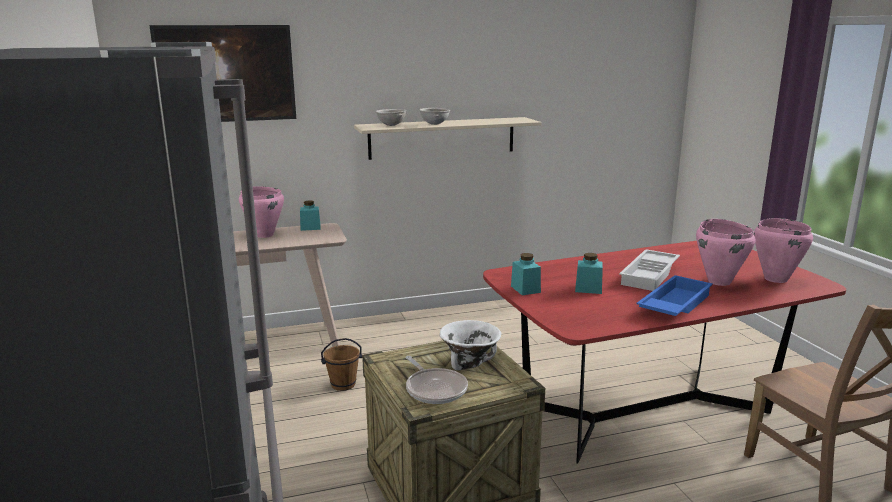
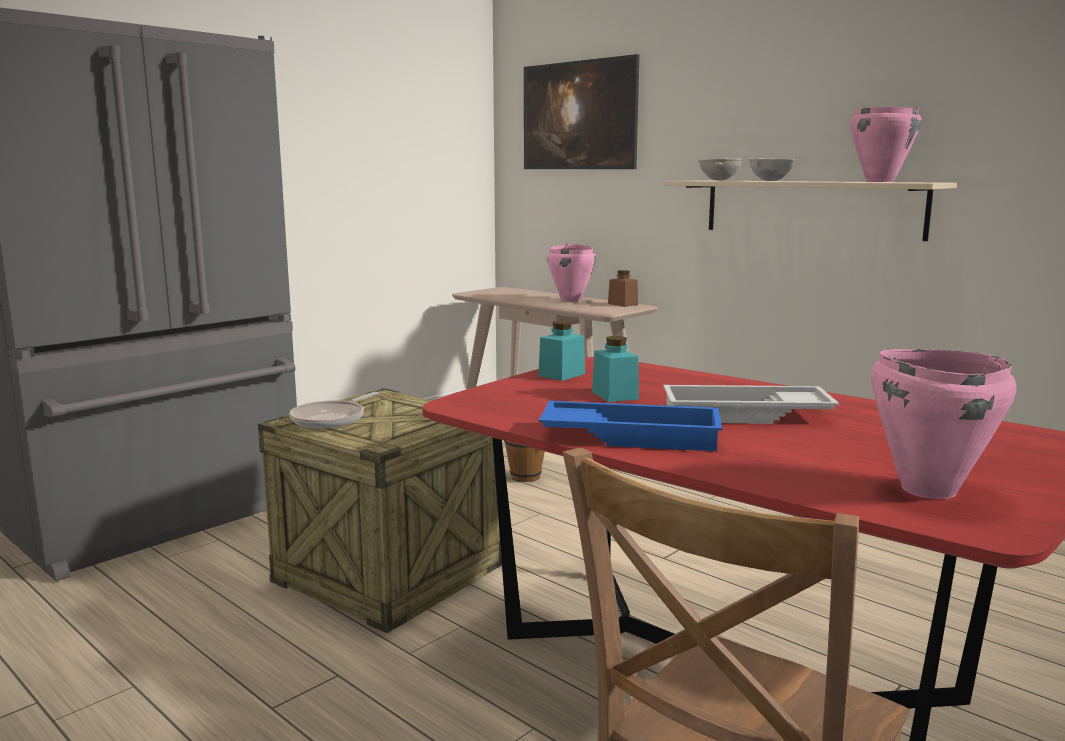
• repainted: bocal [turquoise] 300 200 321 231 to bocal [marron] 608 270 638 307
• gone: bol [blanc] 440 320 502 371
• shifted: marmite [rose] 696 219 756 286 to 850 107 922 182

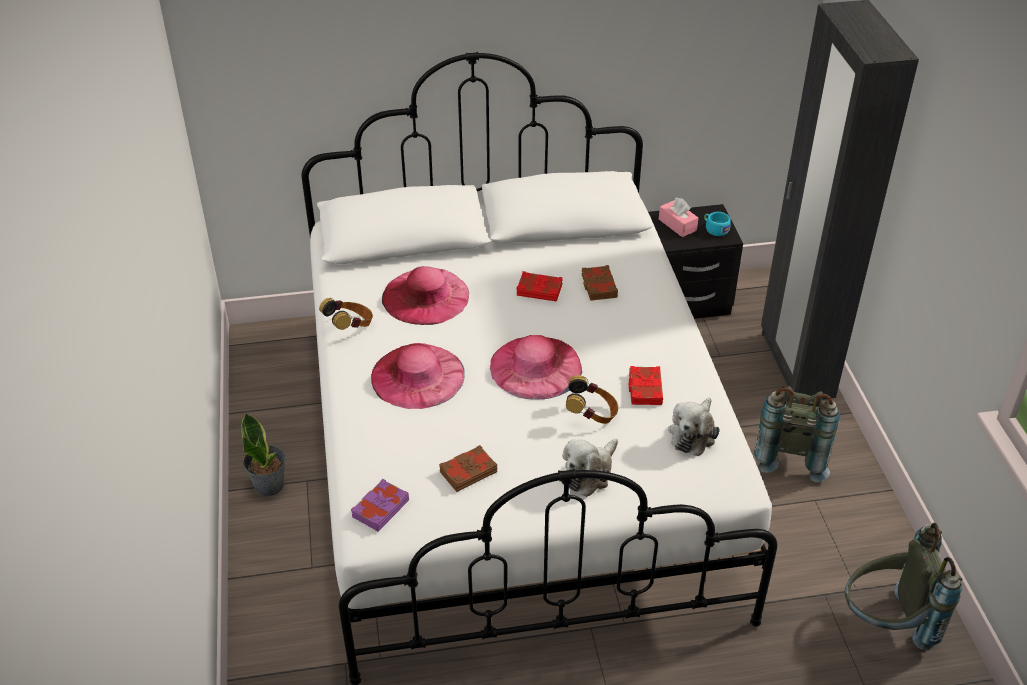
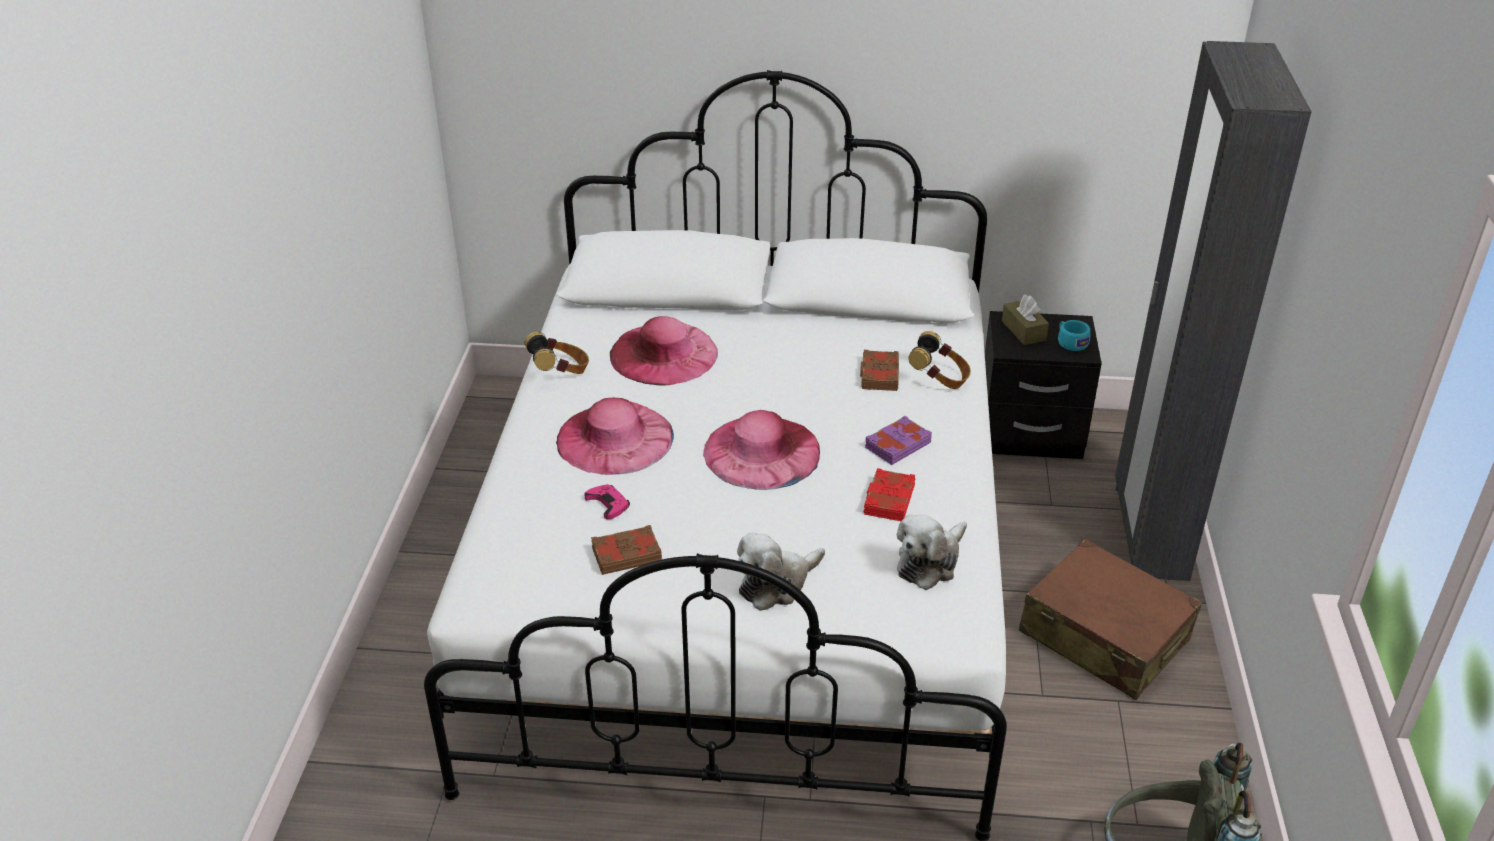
• gone: plante en pot 241 413 286 496
• shifted: livre [violet] 351 479 409 531 to 865 416 932 465
• gone: livre [rouge] 517 271 563 302
• shifted: casque audio 566 375 618 424 to 908 331 971 389
• repainted: boîte à mouchoirs [rose] 659 198 699 237 to boîte à mouchoirs [marron] 1002 295 1049 345
• swapped: sac à dos [gris] 754 386 840 482 to valise [marron] 1019 539 1202 700
• new: manette [rose] 584 484 630 520

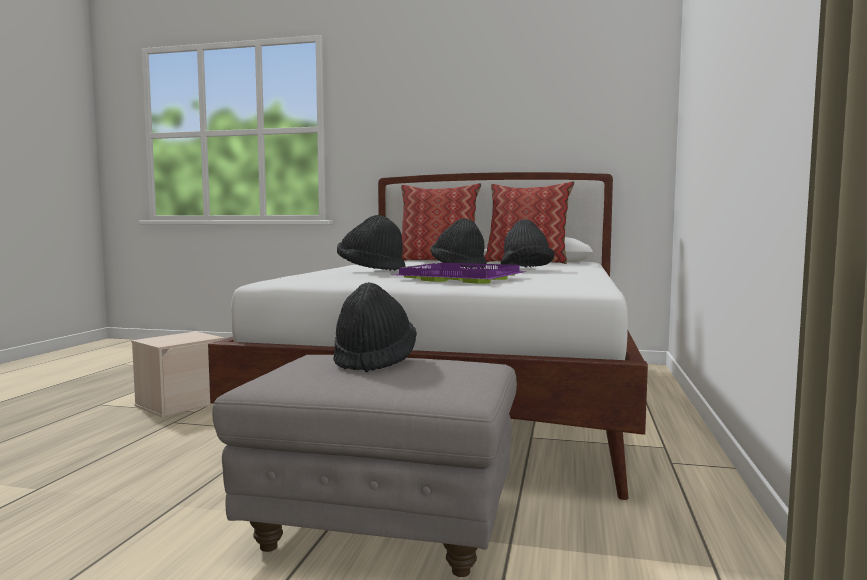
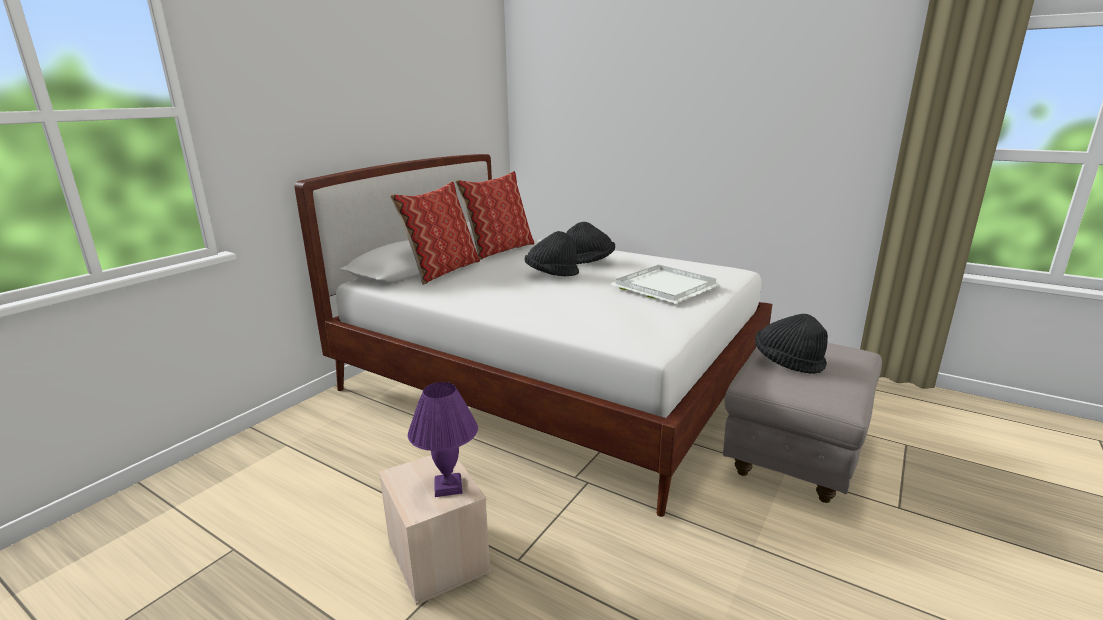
• gone: chapeau [noir] 337 215 405 271
• repainted: plateau [violet] 394 263 527 284 to plateau [blanc] 610 265 722 304
• new: lampe de table [violet] 408 382 478 497

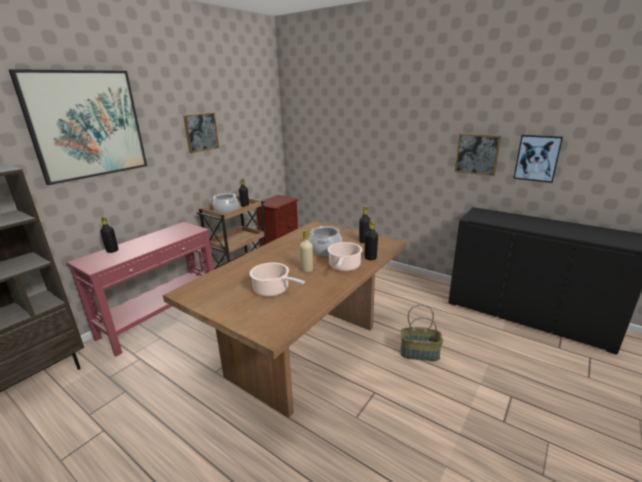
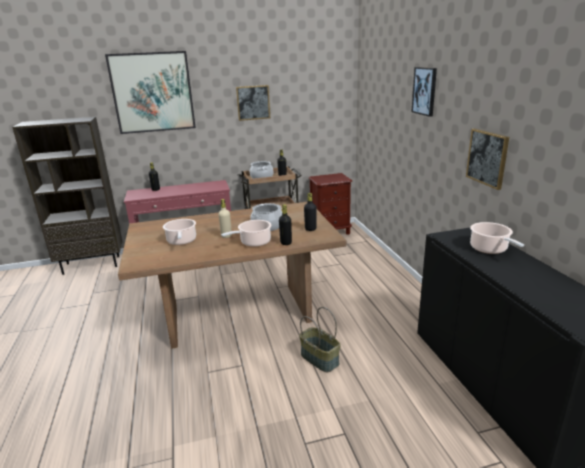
• shifted: tableau 513 135 563 183 to 411 67 437 117
• new: marmite 470 222 524 254

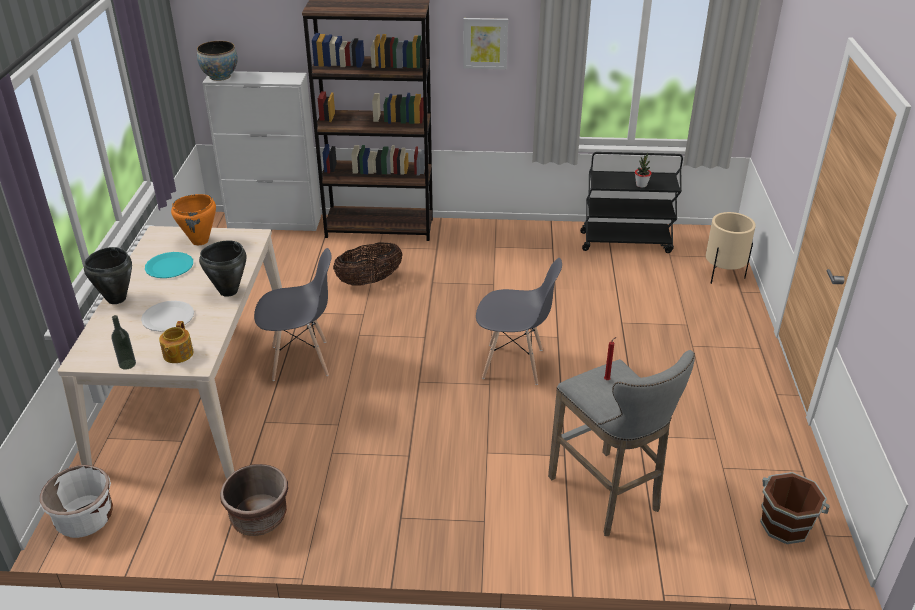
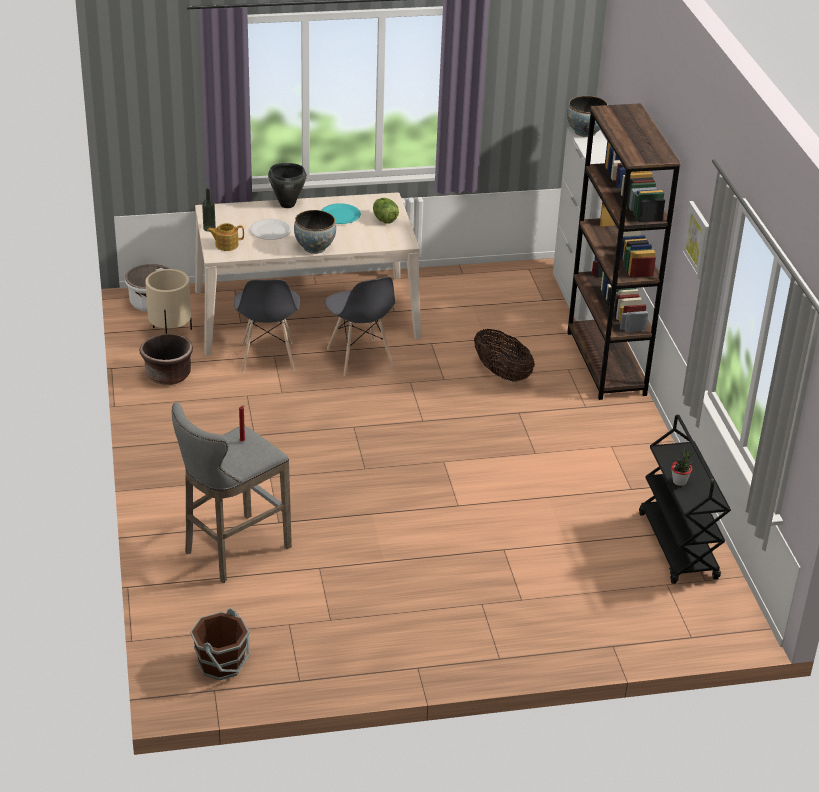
• swapped: marmite [orange] 171 194 216 245 to laitue 373 198 399 224
• swapped: marmite [noir] 199 240 246 297 to bol 294 210 336 254
• shifted: chaise [gris] 476 258 562 385 to 234 279 300 372
• shifted: cache-pot [beige] 706 212 756 284 to 145 269 192 334

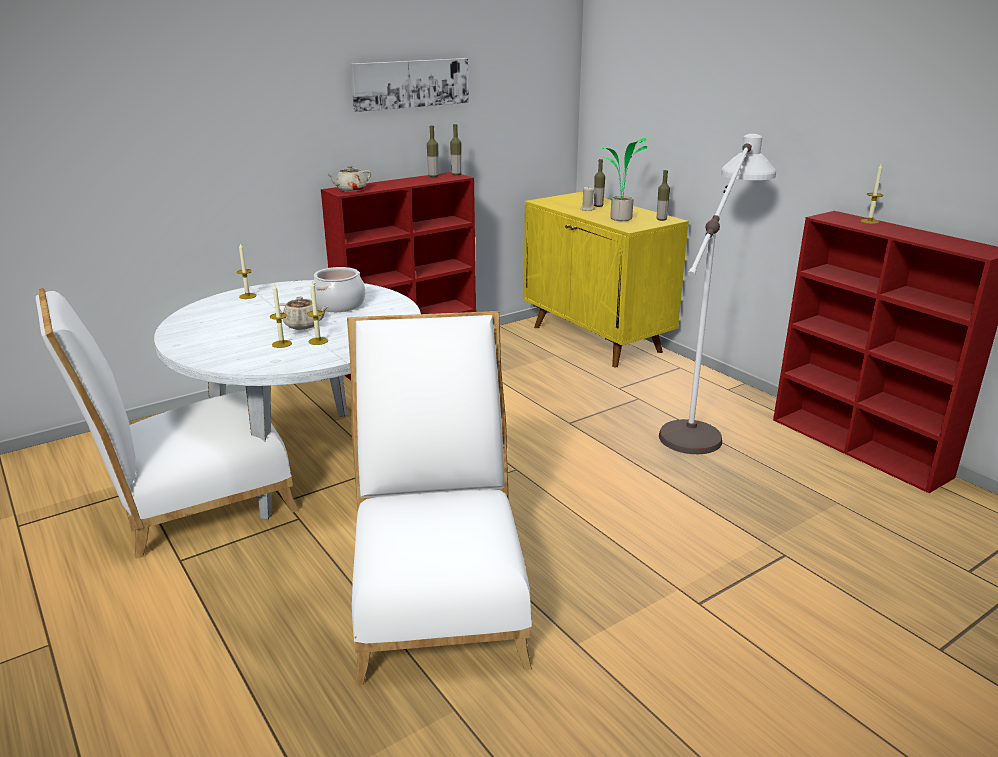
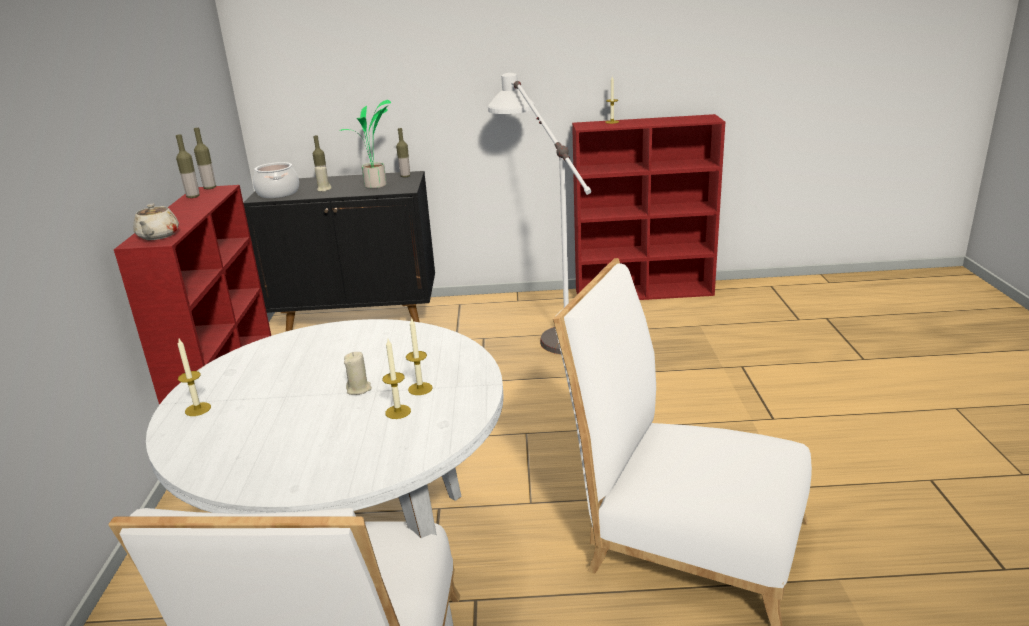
• swapped: théière [beige] 279 297 329 330 to bougie [beige] 344 352 372 395
• shifted: marmite 311 267 366 312 to 253 162 299 198
• gone: tableau 350 58 469 112
• repainted: meuble de rangement [jaune] 524 192 689 367 to meuble de rangement [noir] 243 171 435 331

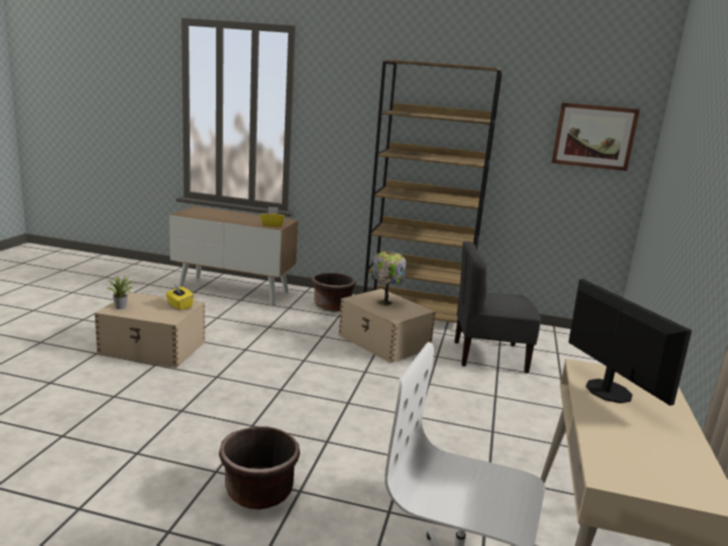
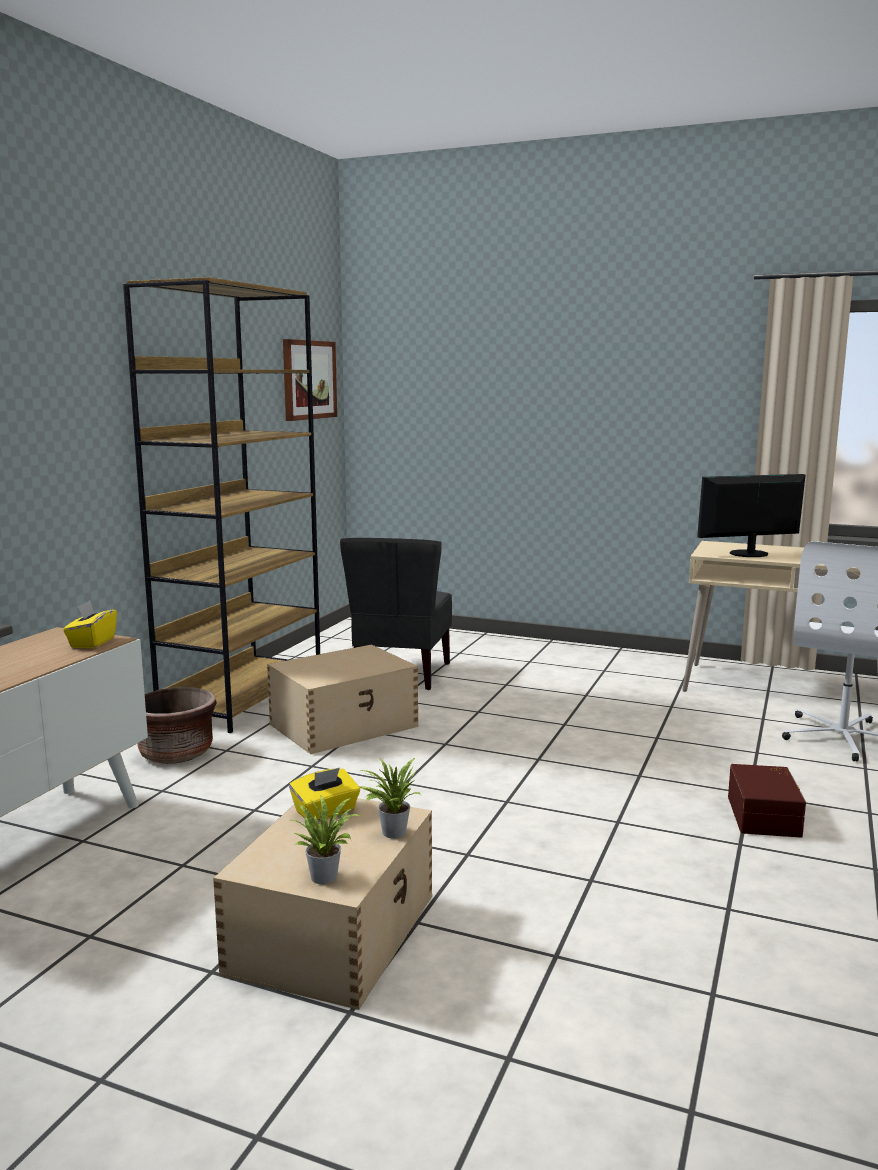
• swapped: cache-pot [marron] 219 427 300 509 to boîte de rangement [marron] 728 764 806 838
• gone: lampe de table 371 252 406 306
• new: plante en pot 359 758 422 838

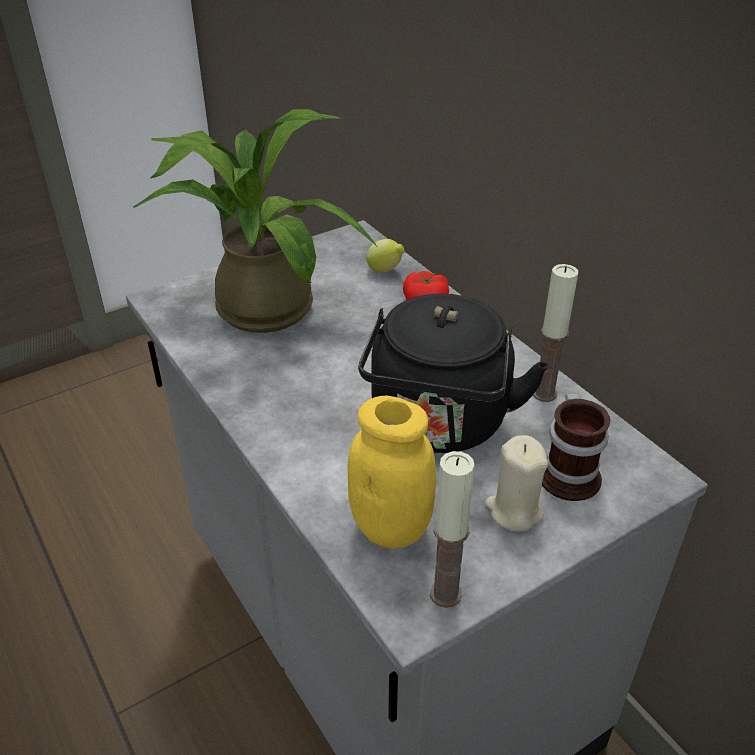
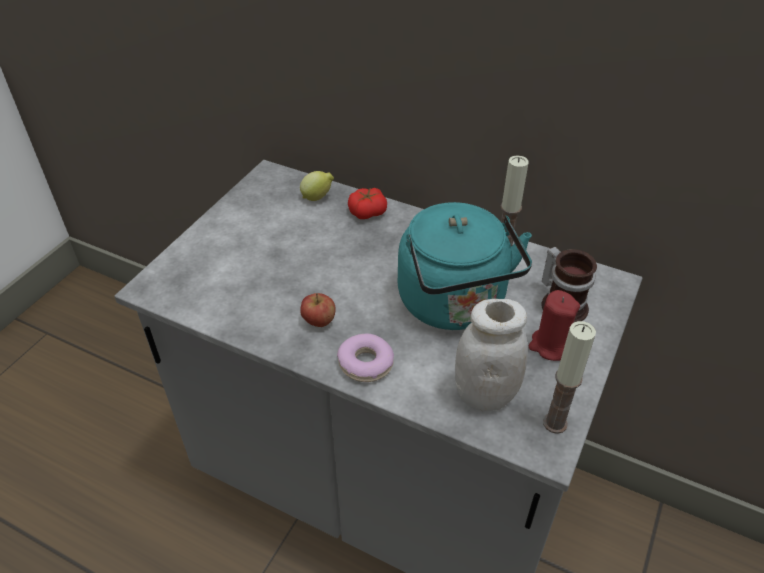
• gone: plante en pot 133 109 377 333
• repainted: bocal [jaune] 348 396 436 549 to bocal [blanc] 455 299 528 411
• repainted: bouilloire [noir] 358 294 549 453 to bouilloire [turquoise] 398 202 532 330
• repainted: bougie [beige] 485 435 548 532 to bougie [rouge] 529 290 580 361
• new: pomme 300 293 336 327
• new: beignet 337 334 394 382

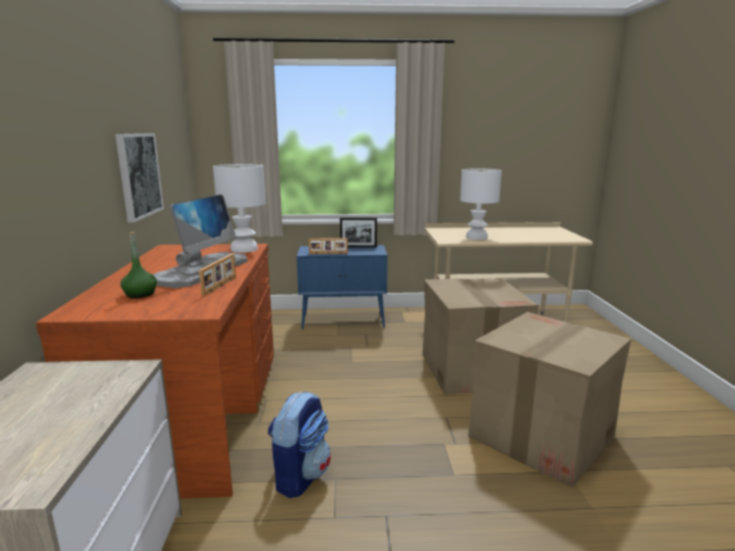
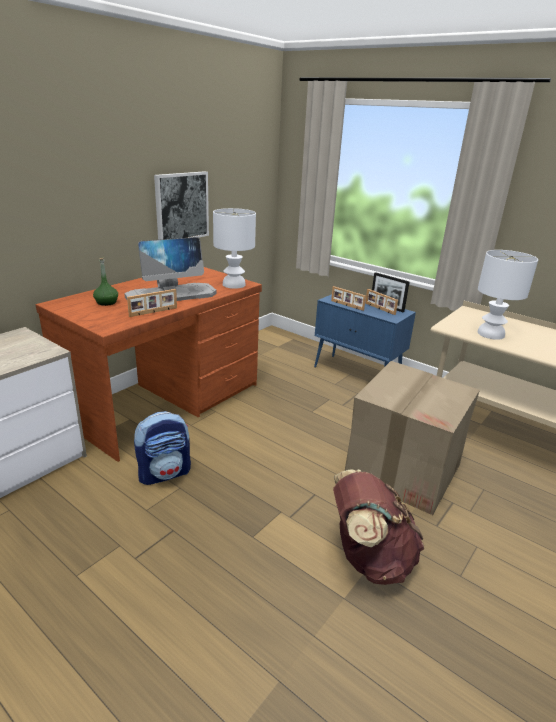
• swapped: carton 468 312 631 488 to sac à dos [marron] 333 469 424 585
• new: cadre photo 365 289 398 315

